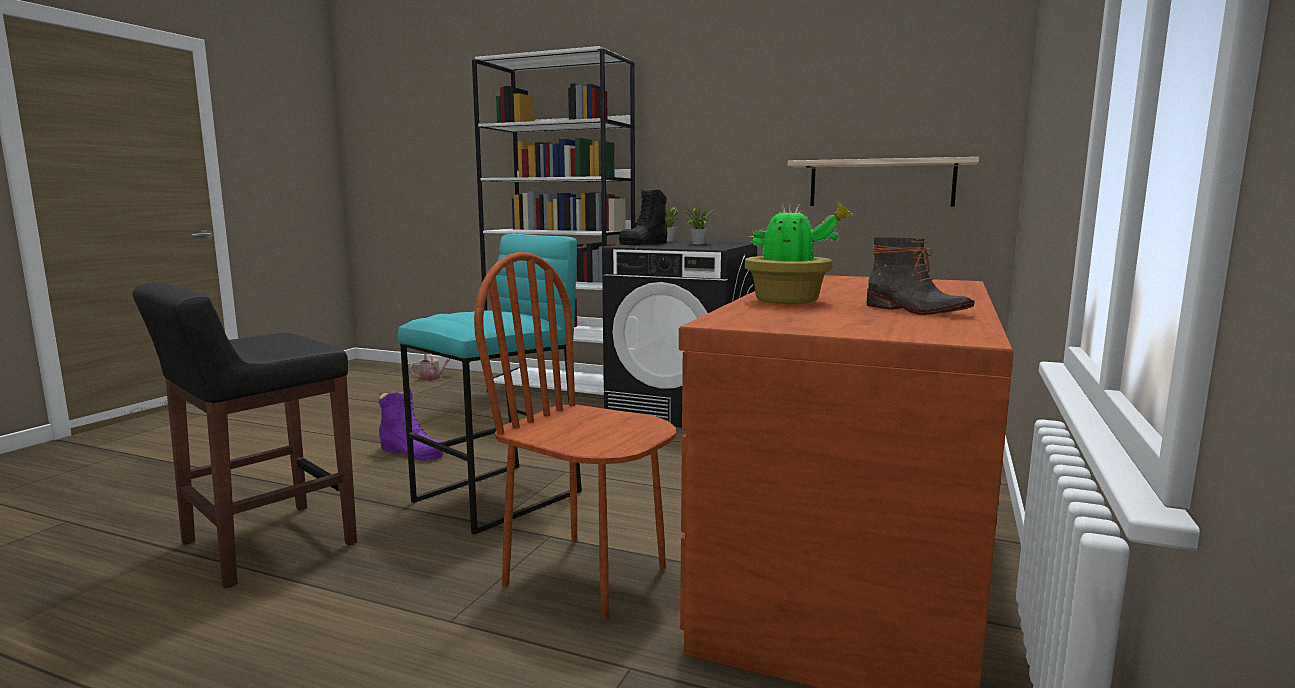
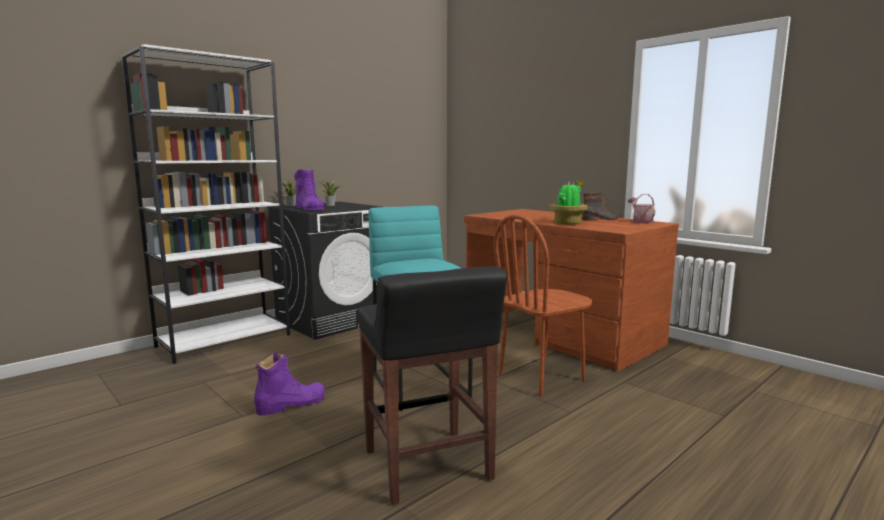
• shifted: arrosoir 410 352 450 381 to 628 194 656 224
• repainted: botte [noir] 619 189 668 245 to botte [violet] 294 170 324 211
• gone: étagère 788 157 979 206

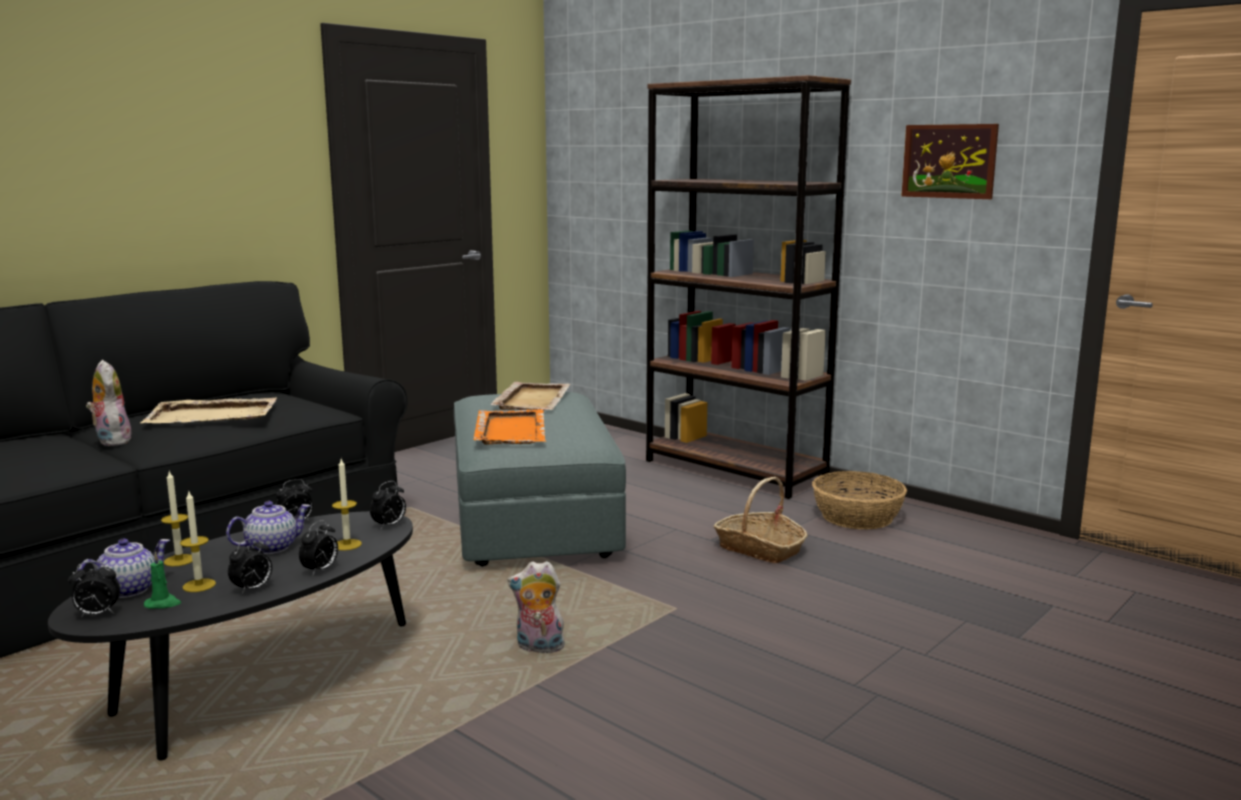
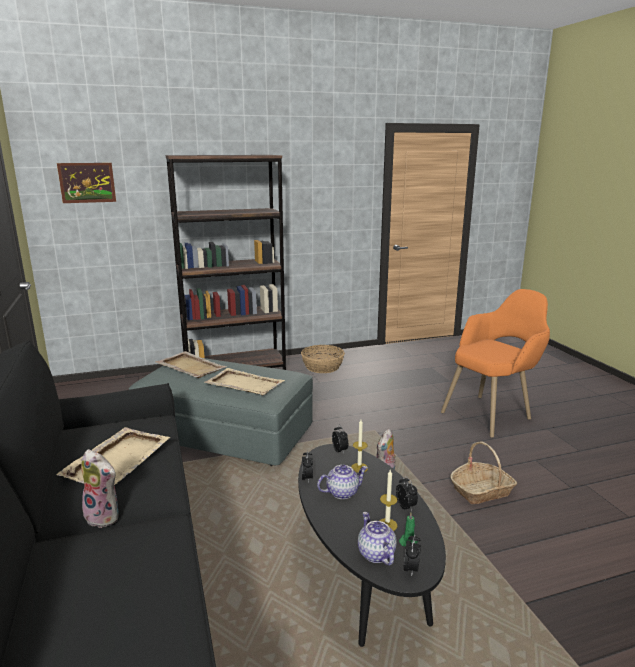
• rotated: peluche 86 360 132 446 = 80 449 119 528 150 degrees counterclockwise
• gone: bougie 161 471 192 566
• rotated: théière 226 501 310 554 = 317 465 368 499 75 degrees clockwise
• gone: réveil 299 520 338 575
• repainted: plateau [orange] 474 409 546 445 to plateau [beige] 204 368 285 395
• shifted: panier 714 477 808 563 to 450 441 517 504
• shifted: tableau 901 124 999 199 to 57 163 116 203
• new: fauteuil [orange] 441 289 550 438

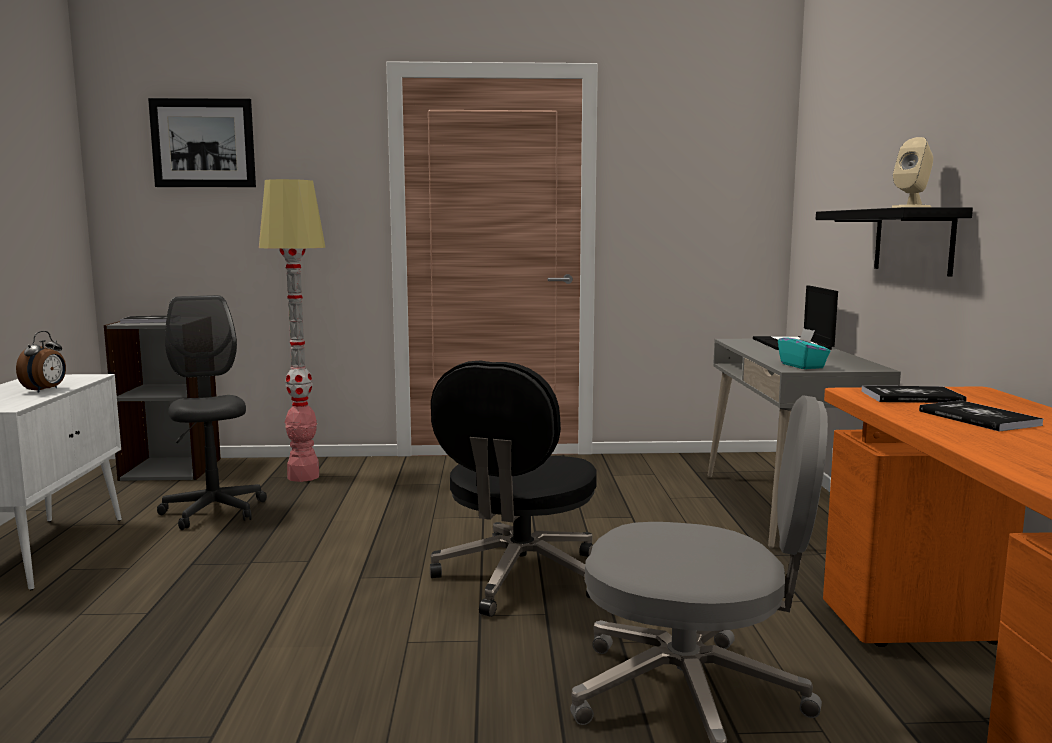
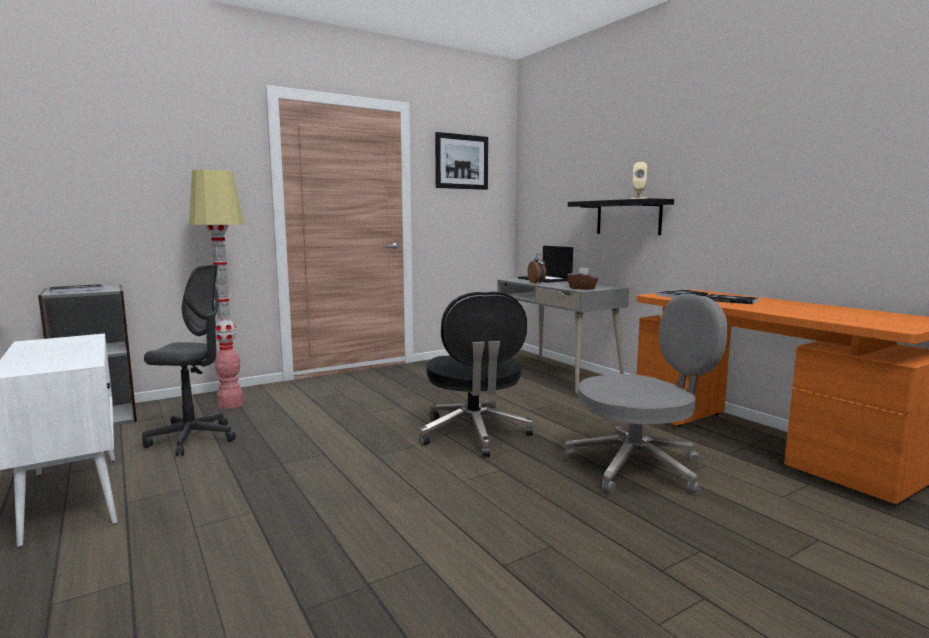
• shifted: réveil 16 331 66 393 to 527 253 546 284
• shifted: tableau 148 98 256 187 to 435 132 488 190
• rotated: chaise de bureau [gris] 157 295 267 530 = 142 264 236 456 150 degrees clockwise
• repainted: boîte à mouchoirs [turquoise] 778 328 830 369 to boîte à mouchoirs [marron] 567 267 598 290

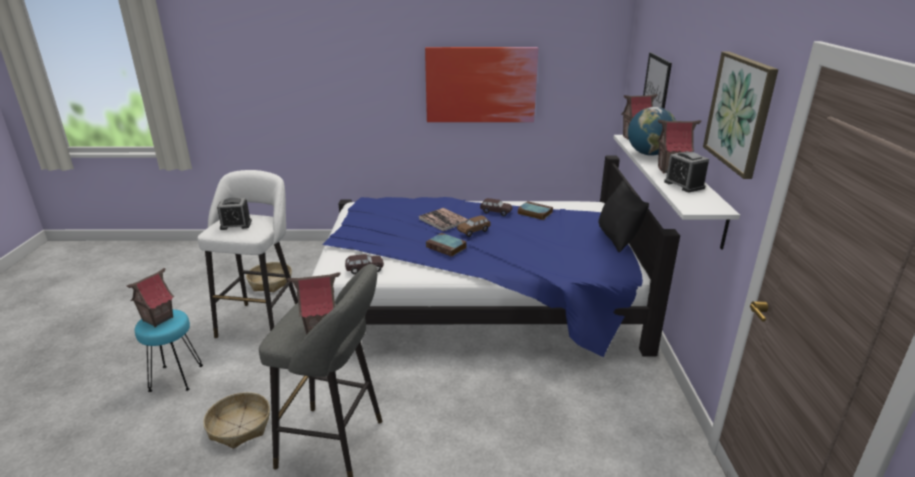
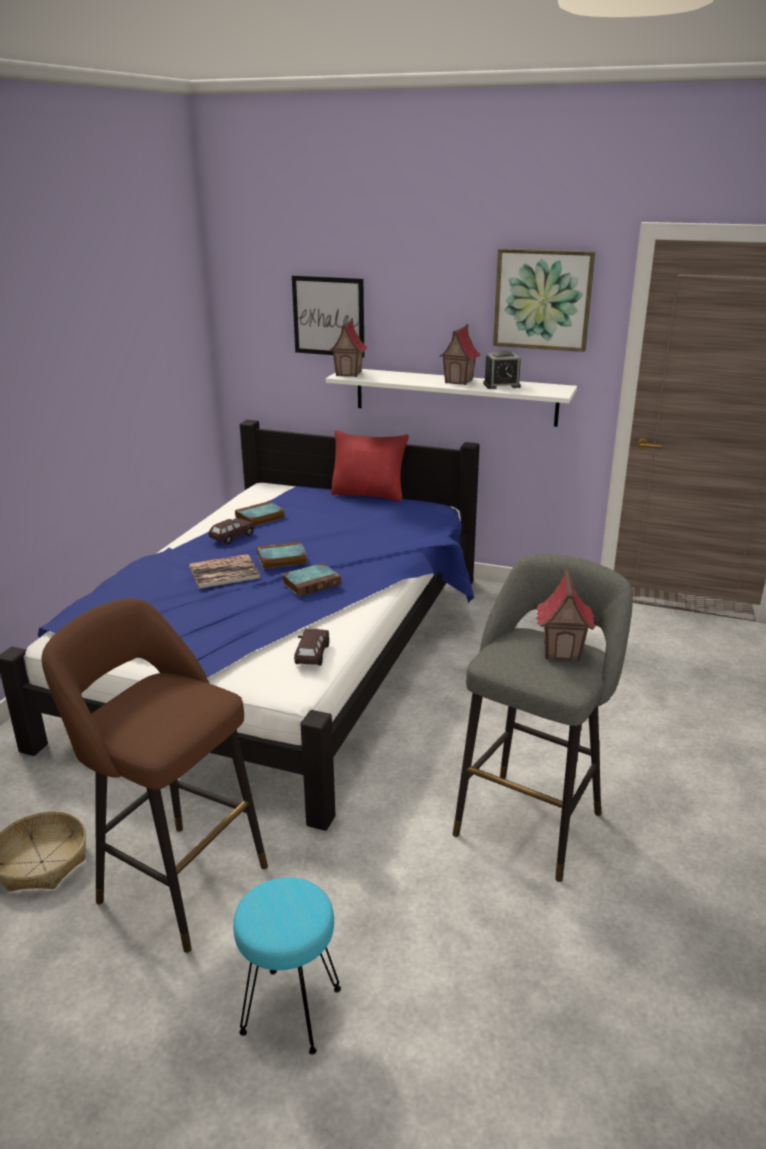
• gone: maison miniature 127 268 174 327
• repainted: tabouret [blanc] 197 170 298 338 to tabouret [marron] 42 598 268 953
• gone: panier 203 392 270 449
• gone: réveil 217 198 252 230
• gone: tableau 425 47 538 122
• swapped: petite voiture [marron] 457 215 491 237 to livre 257 541 307 569
• repainted: coussin [noir] 598 180 649 252 to coussin [rouge] 331 430 409 502
• gone: globe 628 107 676 155

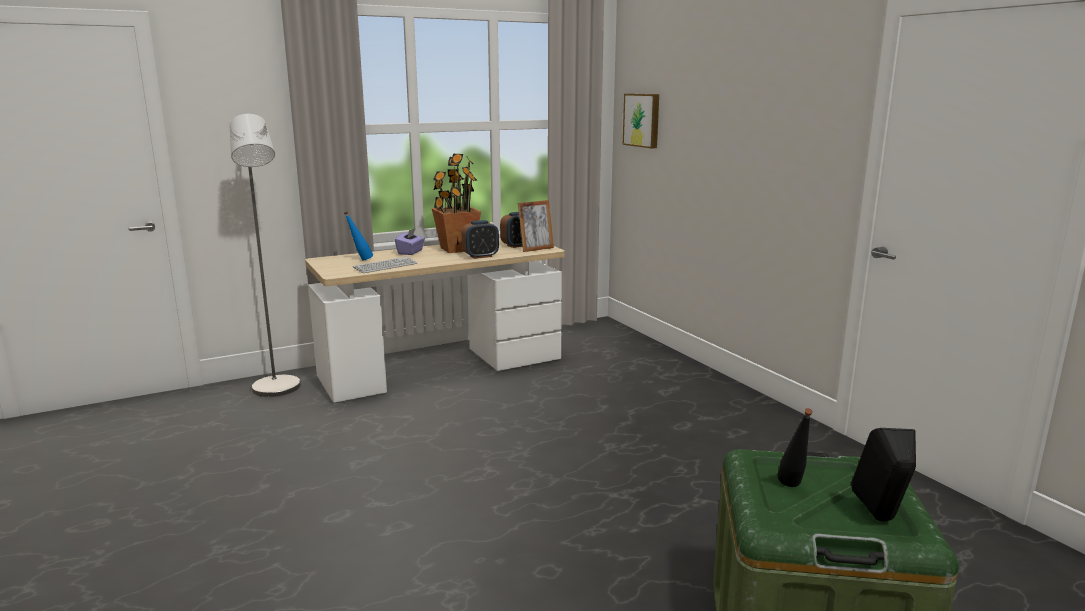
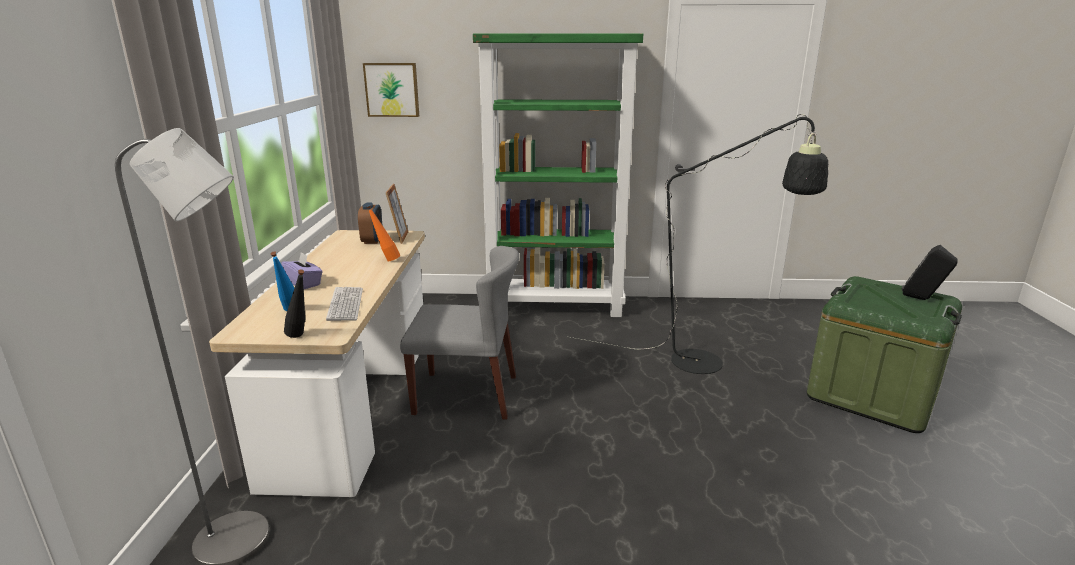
• gone: plante en pot 432 154 481 253
• swapped: réveil 462 220 499 259 to bouteille [orange] 367 205 401 262
• shifted: bouteille [noir] 777 408 813 487 to 284 269 305 338
• new: chaise [gris] 400 246 519 420
• new: bibliothèque [vert] 473 33 643 317
• new: lampadaire [noir] 567 114 828 374

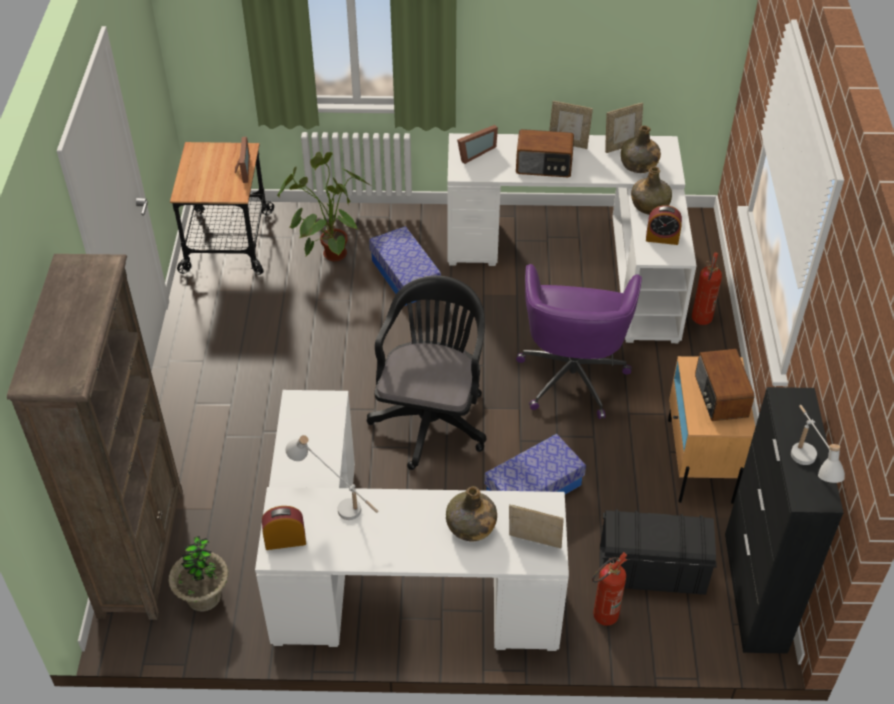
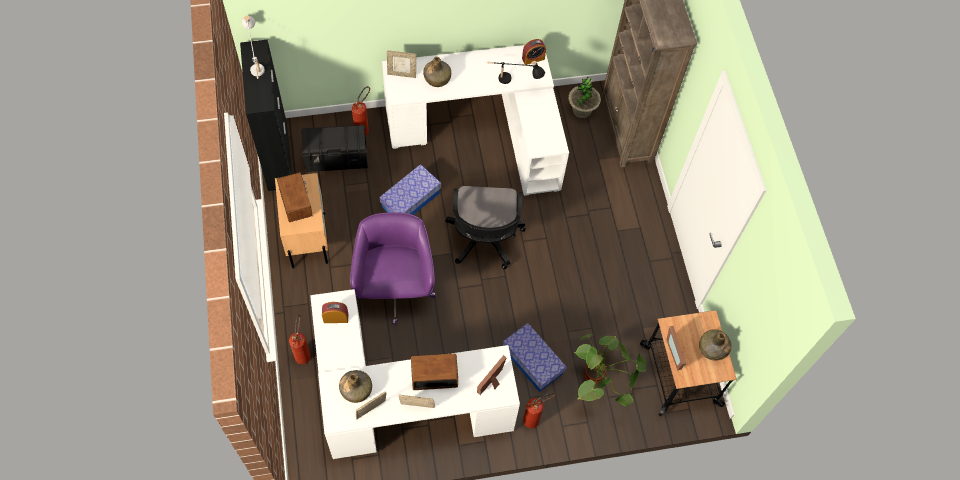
• repainted: lampe de table [blanc] 285 435 379 520 to lampe de table [noir] 487 61 545 84
• shifted: bouteille [vert] 631 166 672 215 to 699 329 731 360
• new: extincteur 523 392 556 428

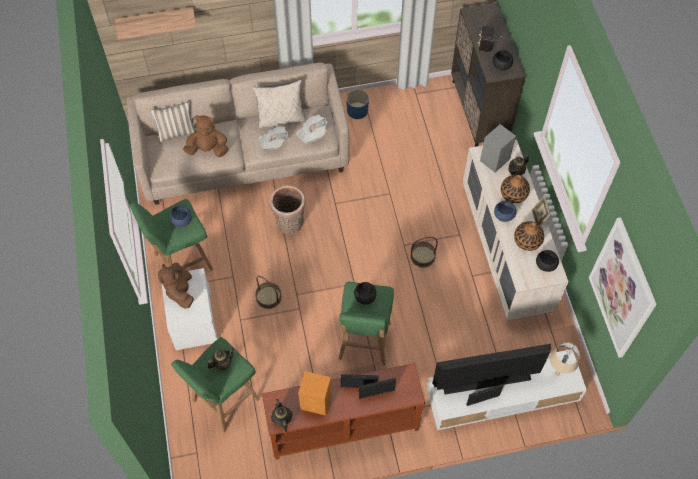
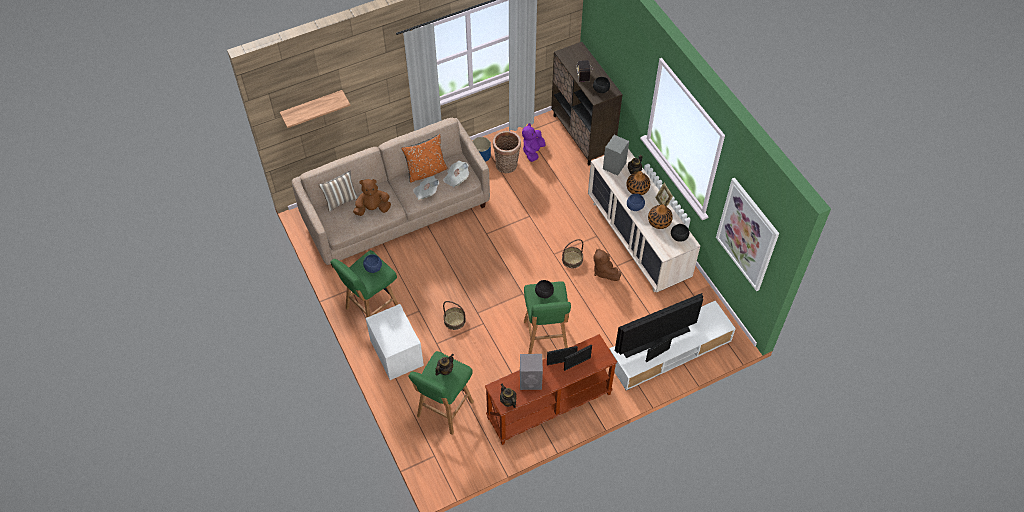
• shifted: peluche [marron] 158 263 194 309 to 594 249 621 281
• repainted: coussin [beige] 253 80 306 128 to coussin [orange] 401 134 448 183
• shifted: panier 270 186 305 234 to 493 131 521 173
• repainted: enceinte [orange] 298 371 332 415 to enceinte [gris] 520 354 543 390
• gone: lampe de table [beige] 550 342 580 376
• new: peluche [violet] 522 123 546 162

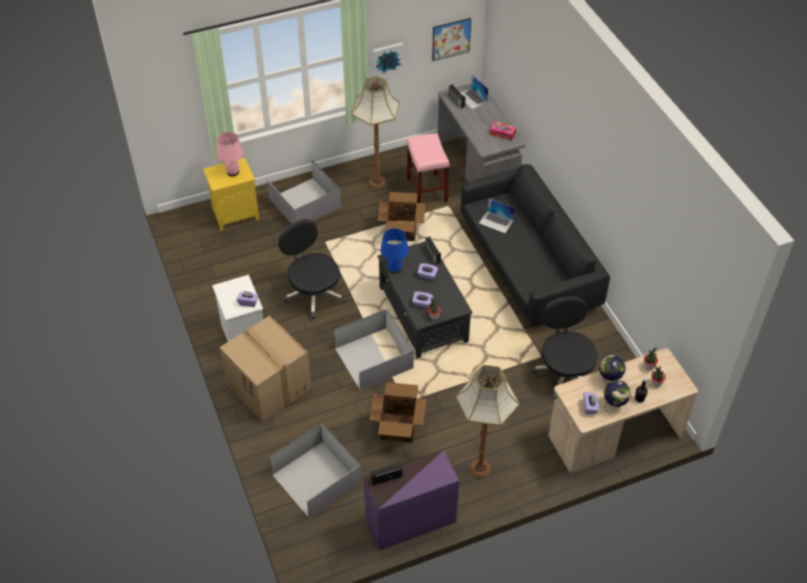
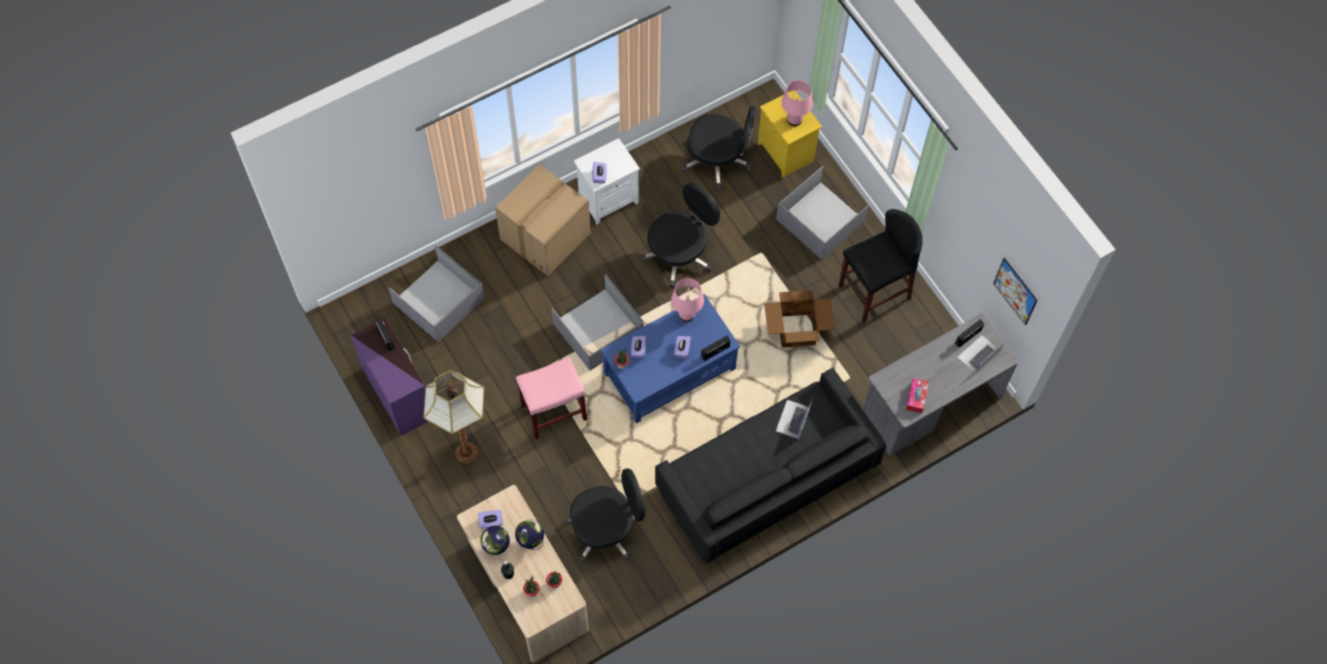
• swapped: lampadaire 351 76 400 189 to tabouret [noir] 839 209 923 322
• gone: carton 370 382 427 443
• gone: tableau 372 42 403 76
• repainted: table basse [noir] 377 241 472 359 to table basse [bleu] 601 294 740 423
• repainted: lampe de table [bleu] 381 228 409 274 to lampe de table [rose] 671 278 704 322
• shifted: tabouret [rose] 407 133 450 203 to 516 357 587 439
• new: chaise de bureau [noir] 683 107 757 192

